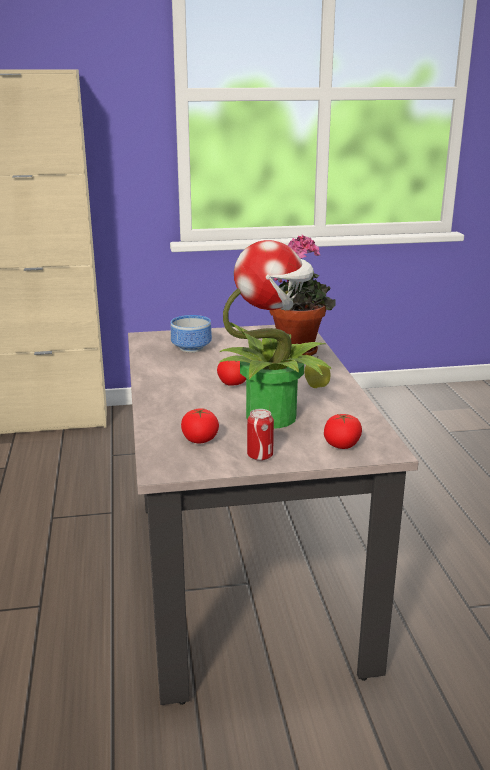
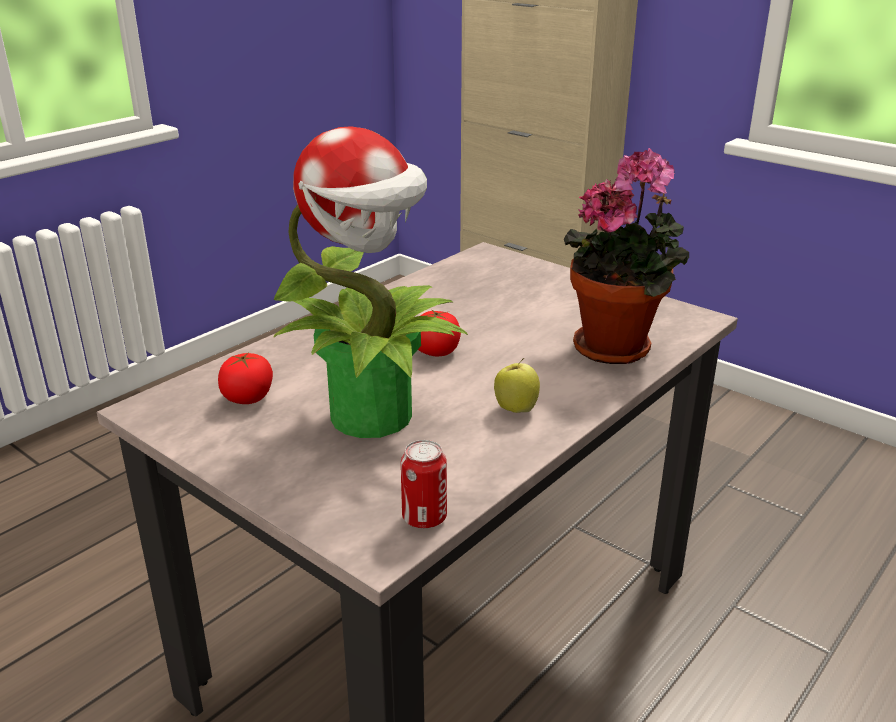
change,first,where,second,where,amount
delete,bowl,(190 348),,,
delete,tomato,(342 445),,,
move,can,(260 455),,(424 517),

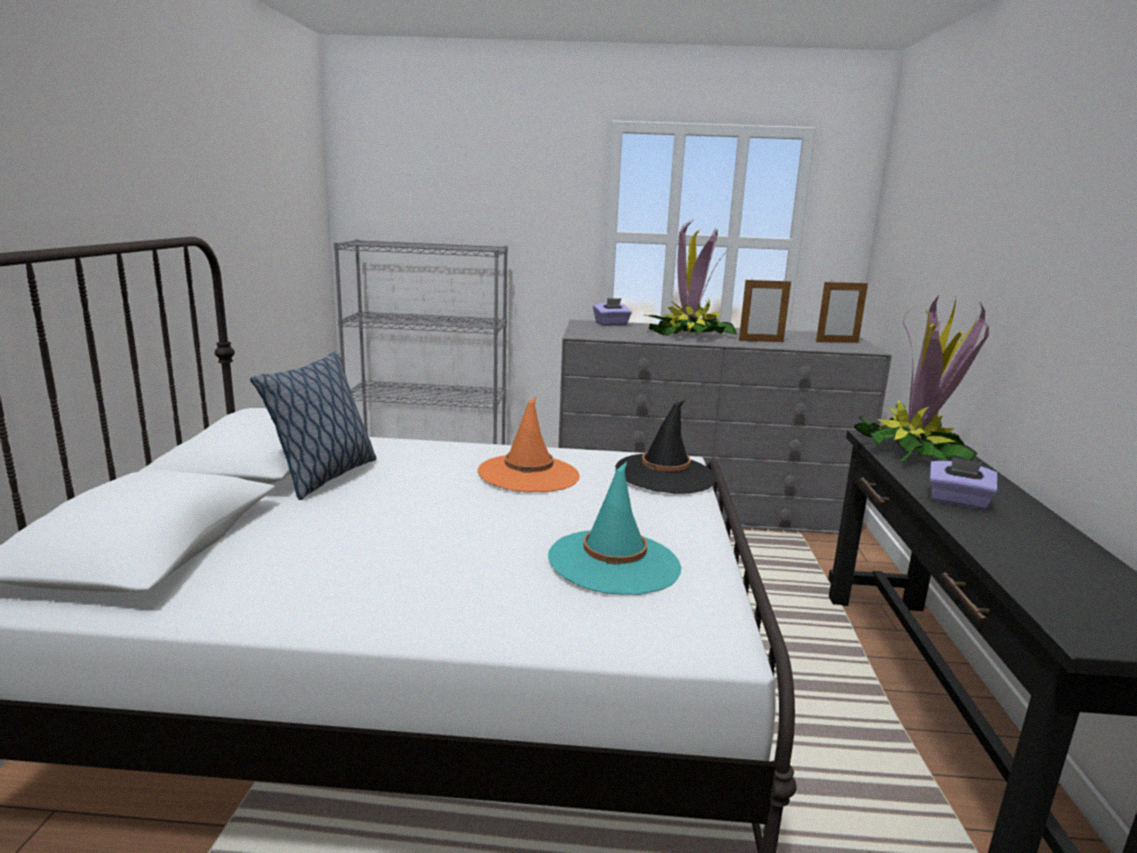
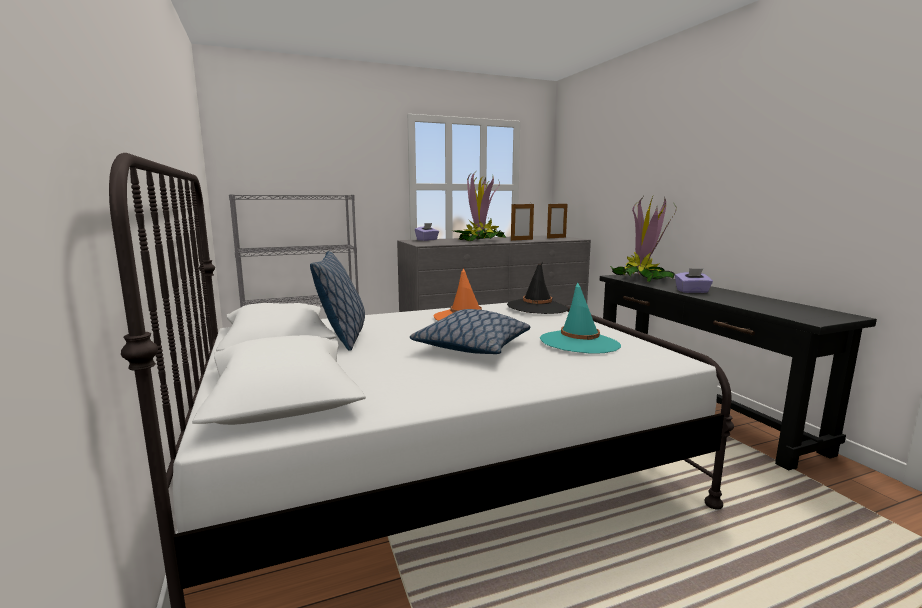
change,first,where,second,where,amount
insert,,,pillow,(473 347),

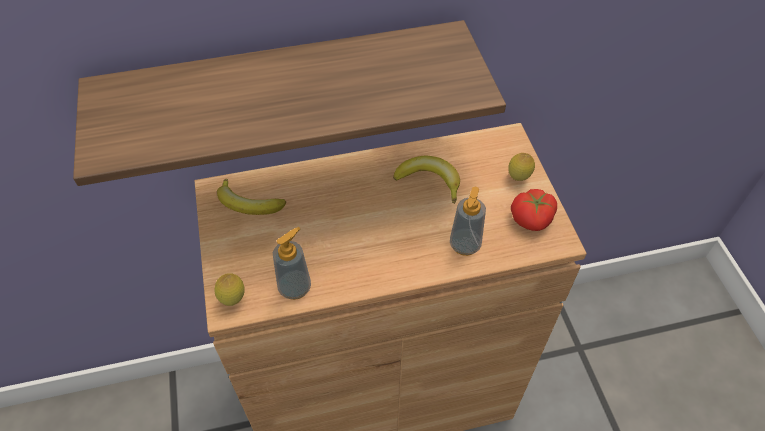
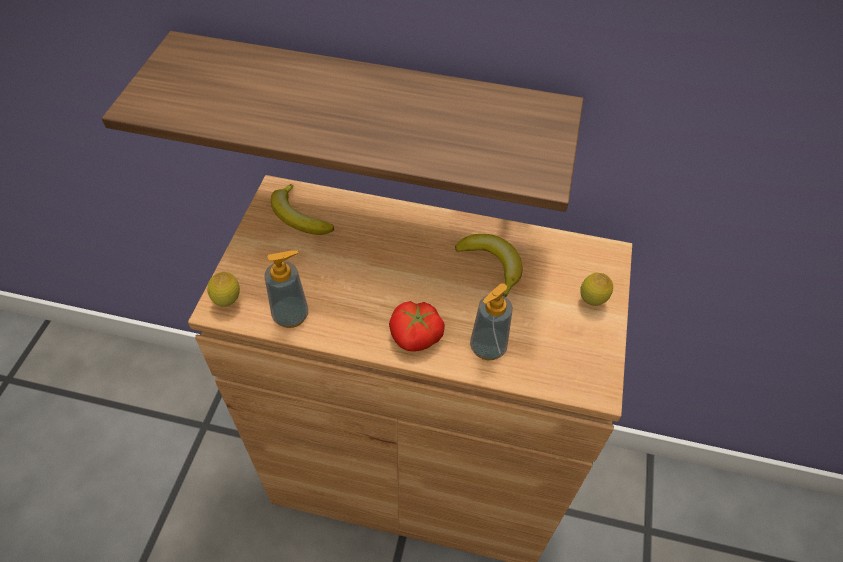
change,first,where,second,where,amount
move,tomato,(532 219),,(416 336),

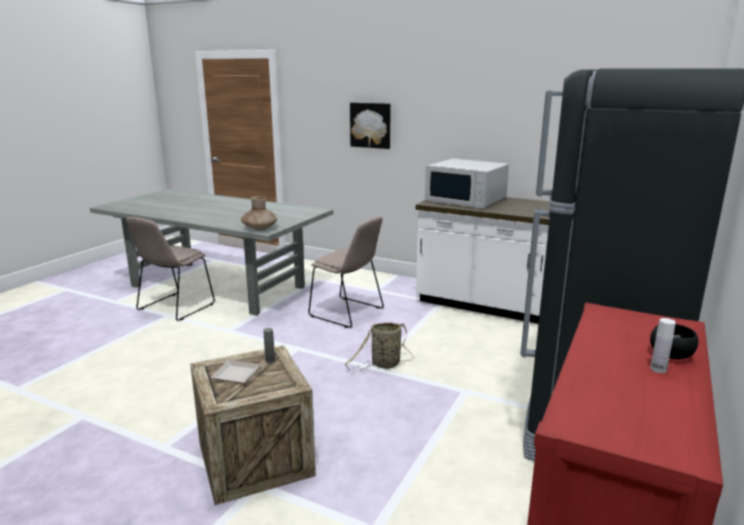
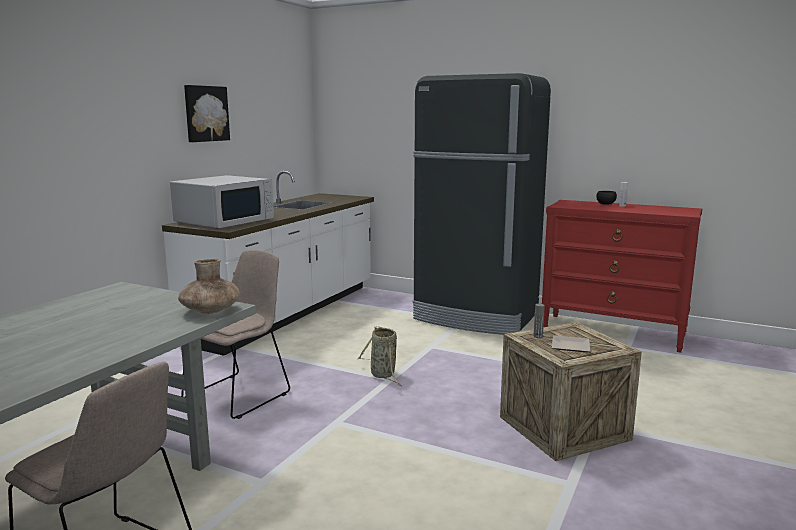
change,first,where,second,where,amount
move,picture,(371 125),,(205 113),

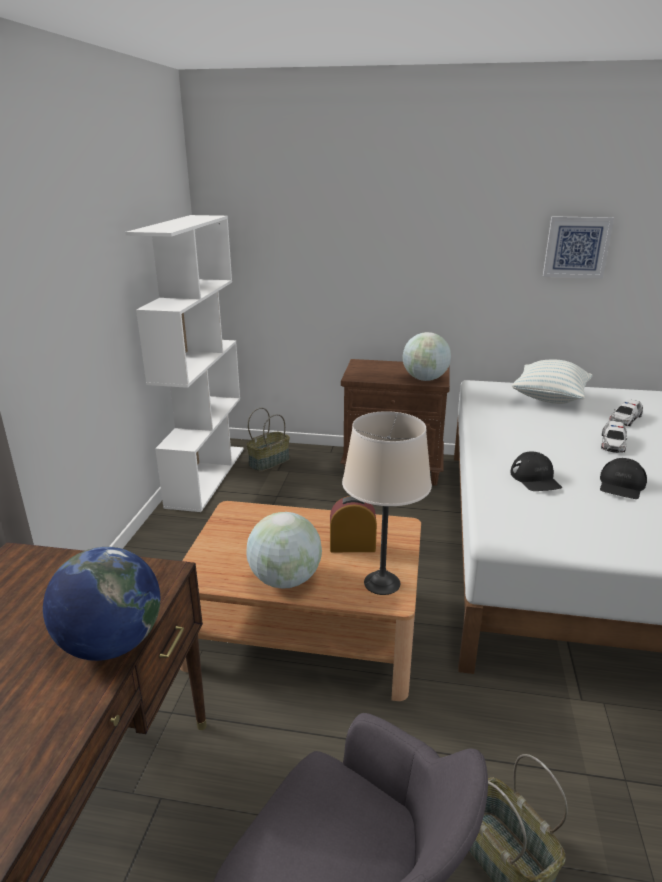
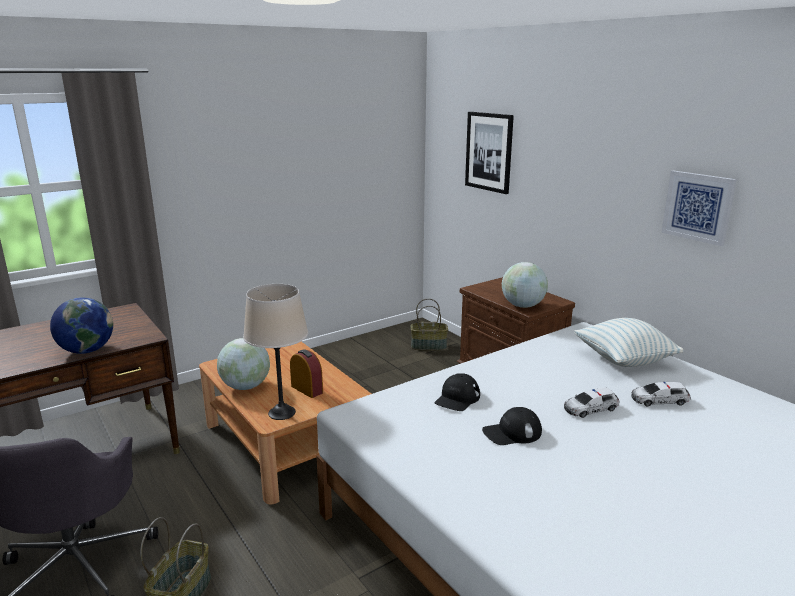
change,first,where,second,where,amount
delete,bookcase in white,(206 476),,,
insert,,,picture,(489 152),

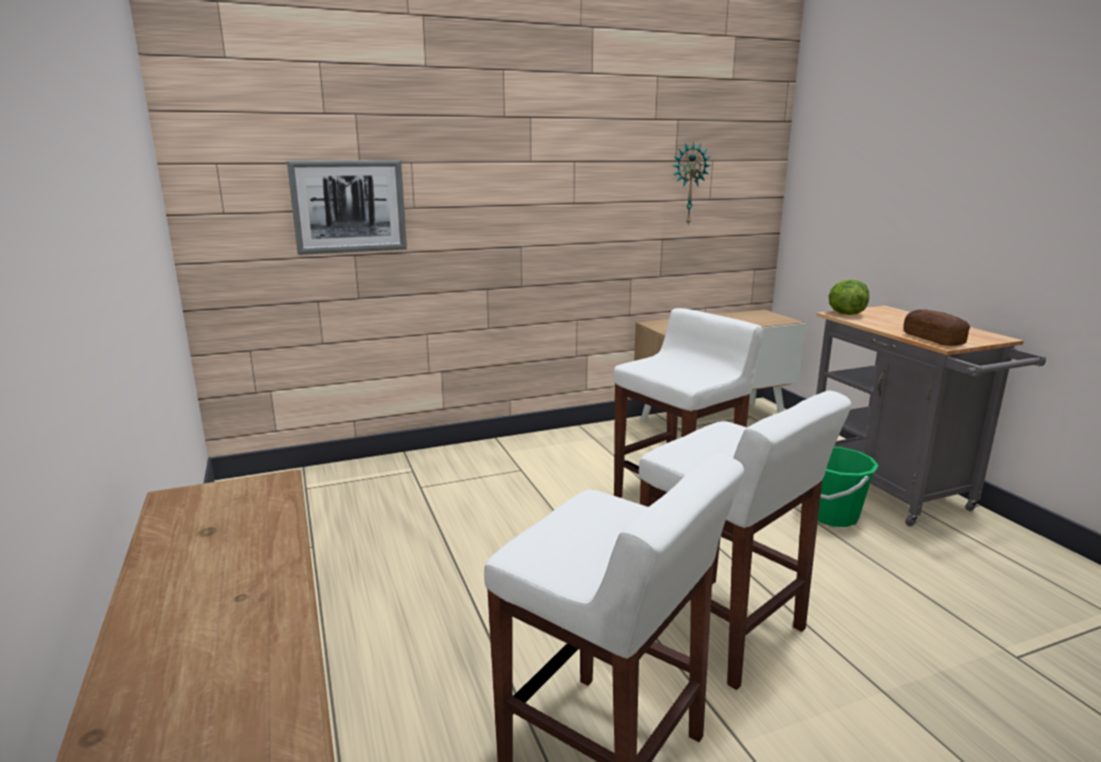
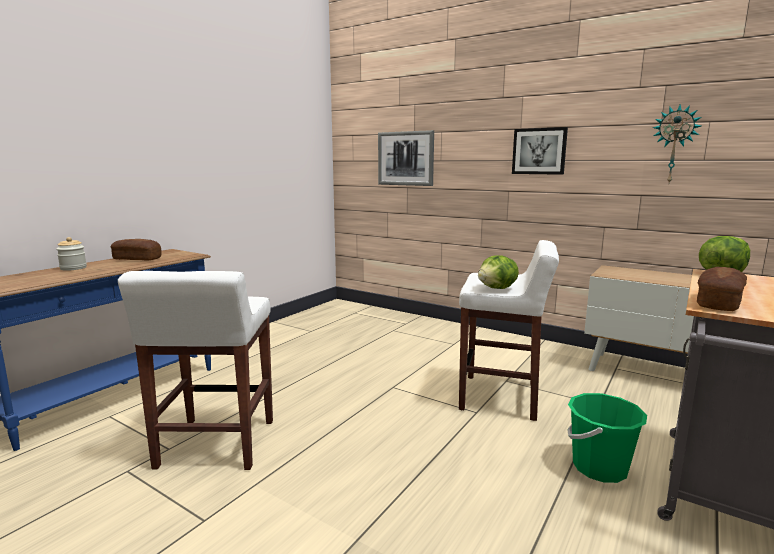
change,first,where,second,where,amount
delete,stool in white,(723 630),,,
insert,,,jar,(73 268),
insert,,,bread,(137 259),
insert,,,lettuce,(497 288),
insert,,,picture,(539 151),

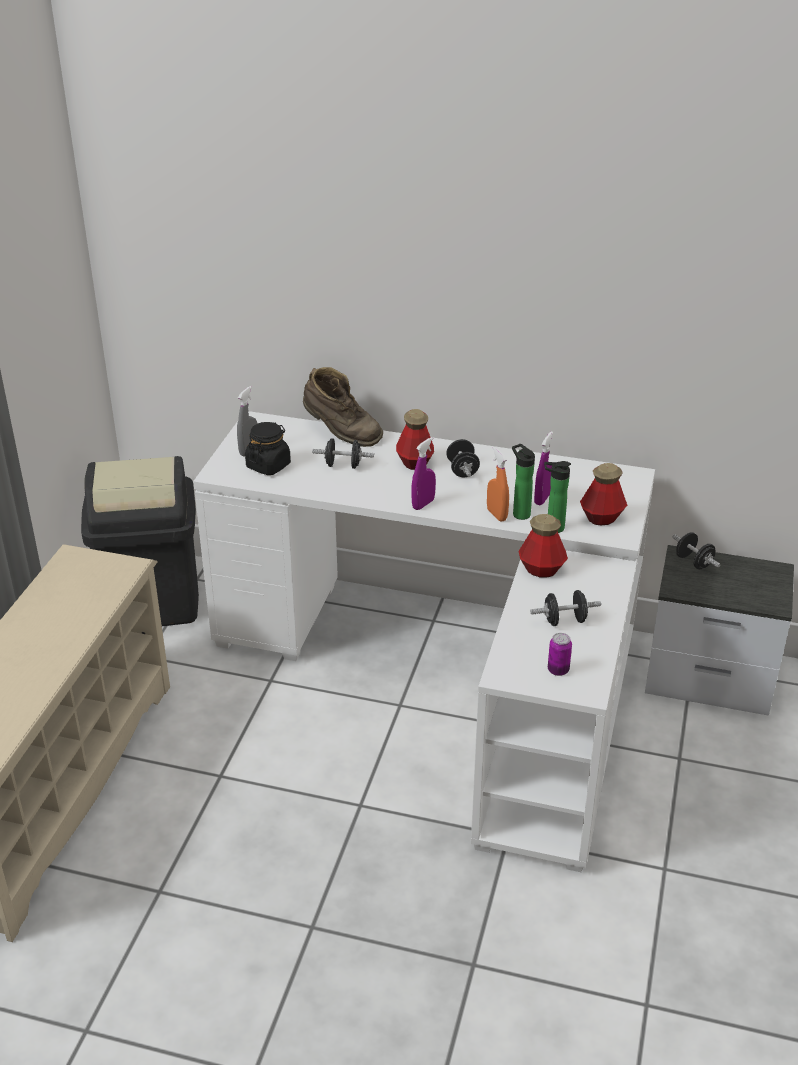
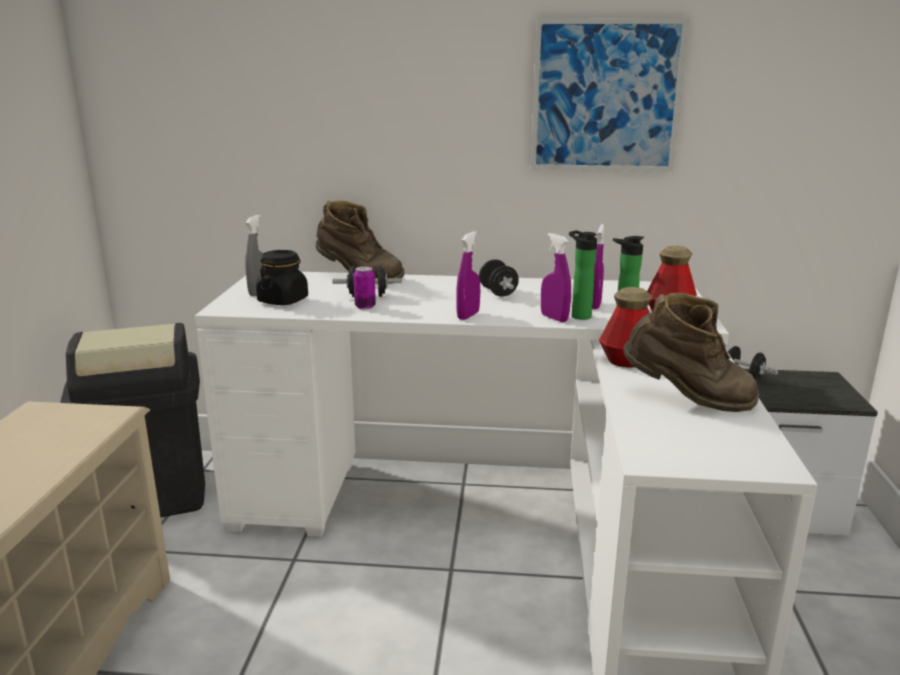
change,first,where,second,where,amount
delete,bottle,(414 462),,,
insert,,,picture,(606 96),
move,can,(558 670),,(365 307),
replace,dumbbell in black,(564 620),boot in brown,(687 401),
recolor,spray bottle in orange,(496 515),spray bottle in purple,(554 318),

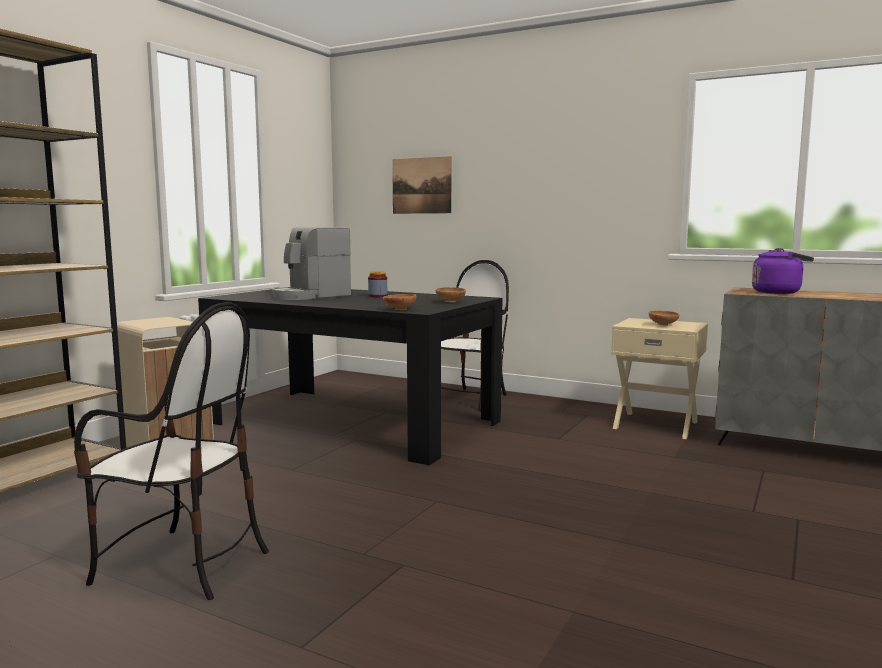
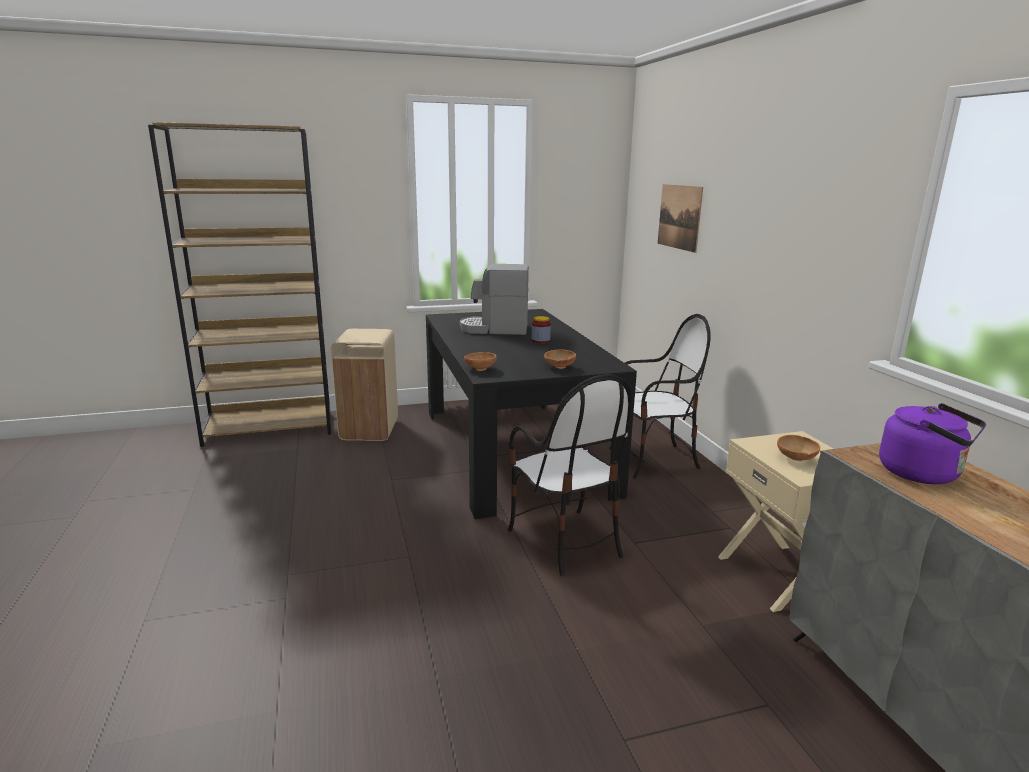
change,first,where,second,where,amount
move,chair,(181 565),,(565 541),

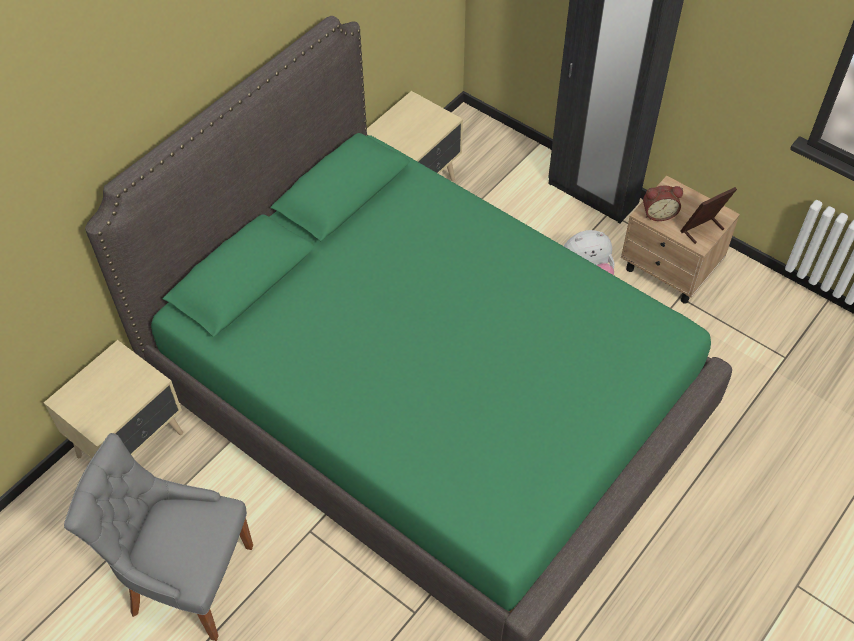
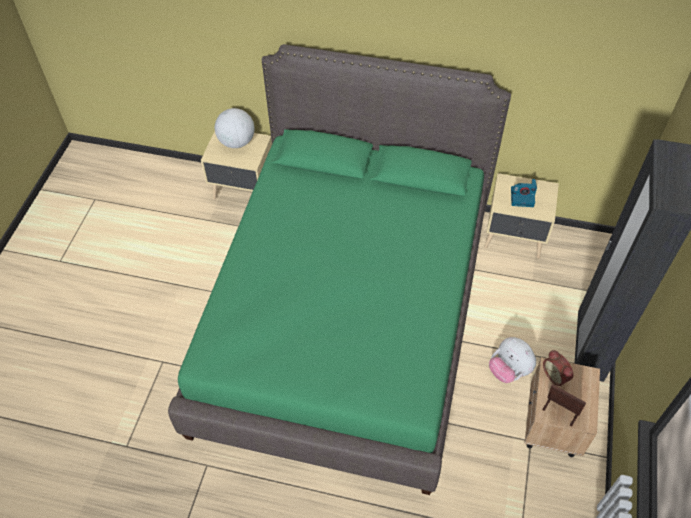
change,first,where,second,where,amount
delete,chair in grey,(187 579),,,
insert,,,globe,(237 142),
insert,,,photo camera,(522 197),

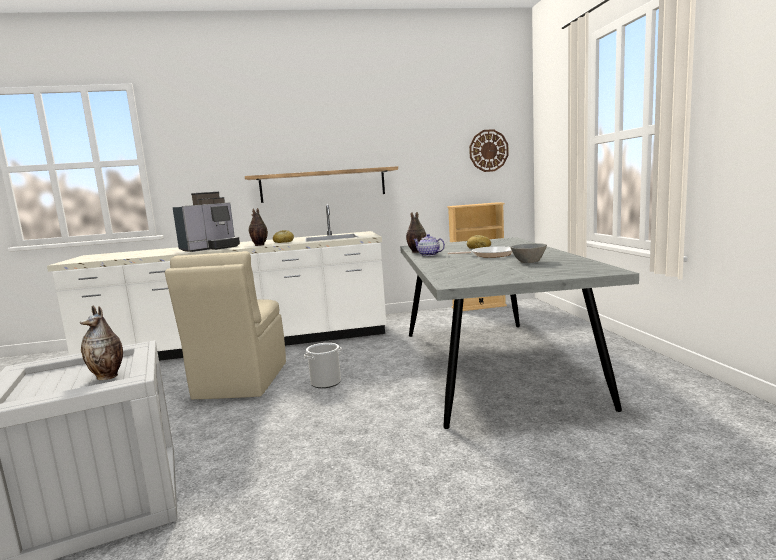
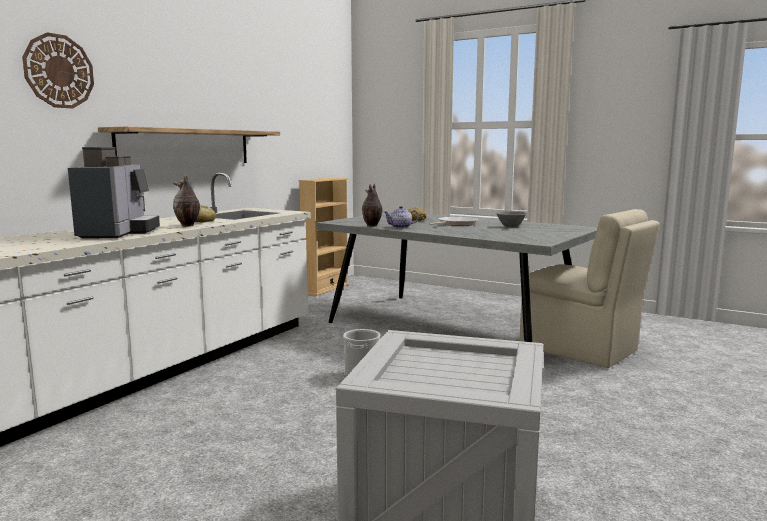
change,first,where,second,where,amount
delete,vase,(108 376),,,
move,chair in beige,(240 381),,(581 349),
move,wall clock,(488 150),,(59 71),

